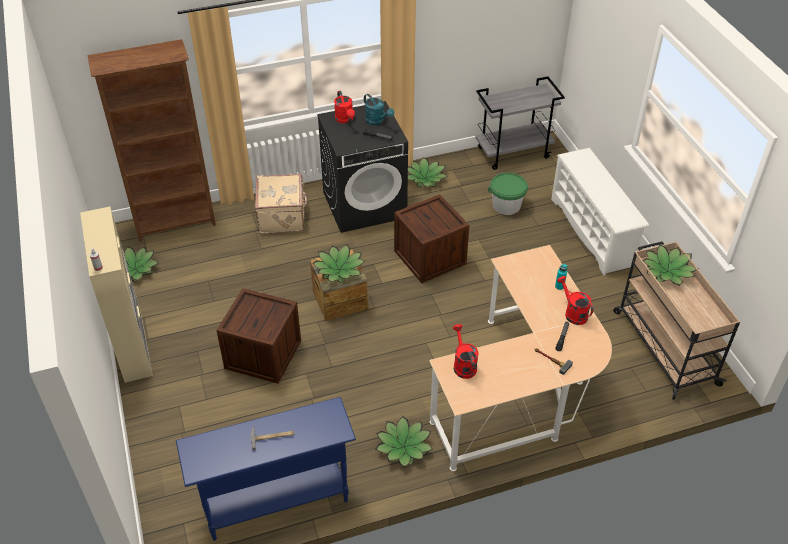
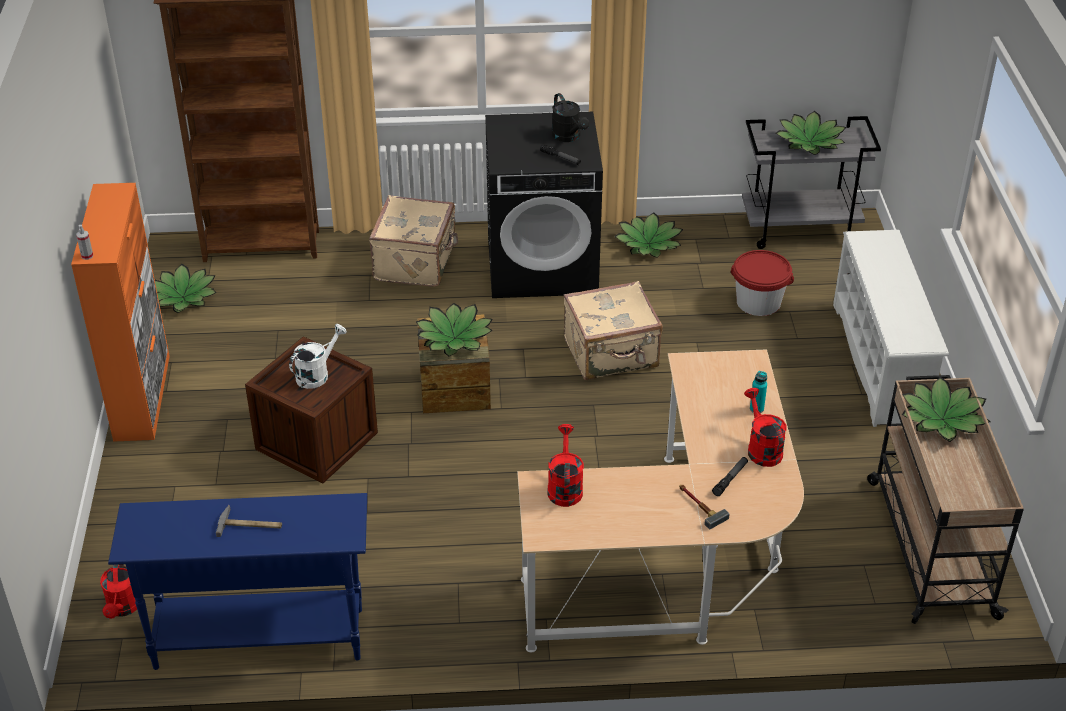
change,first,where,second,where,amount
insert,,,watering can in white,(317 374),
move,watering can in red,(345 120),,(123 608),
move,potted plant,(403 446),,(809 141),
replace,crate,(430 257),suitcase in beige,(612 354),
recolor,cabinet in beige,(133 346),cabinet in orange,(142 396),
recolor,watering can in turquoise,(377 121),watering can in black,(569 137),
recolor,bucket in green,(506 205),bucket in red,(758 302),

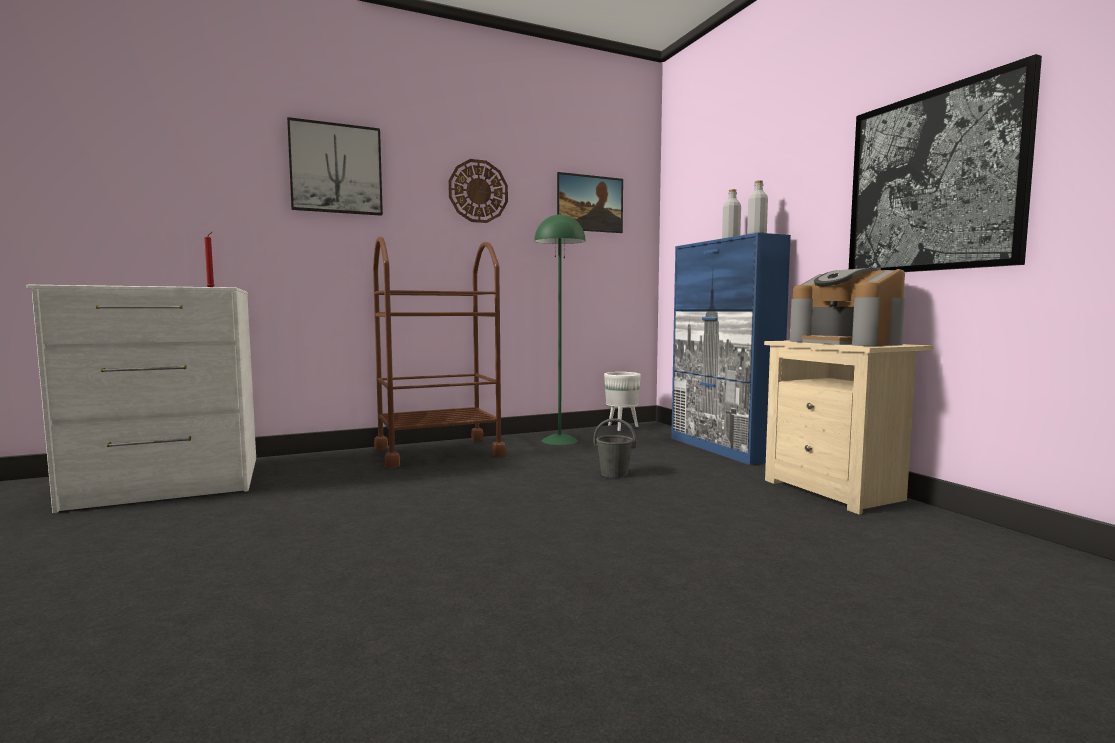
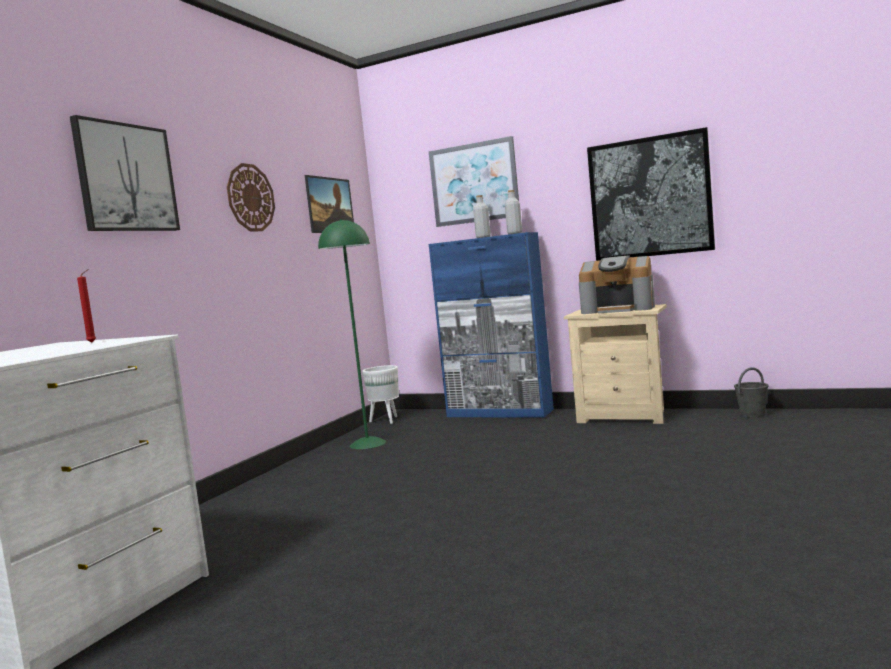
change,first,where,second,where,amount
delete,cart in brown,(438 451),,,
insert,,,picture,(474 183),
move,bucket in grey,(614 474),,(753 415),

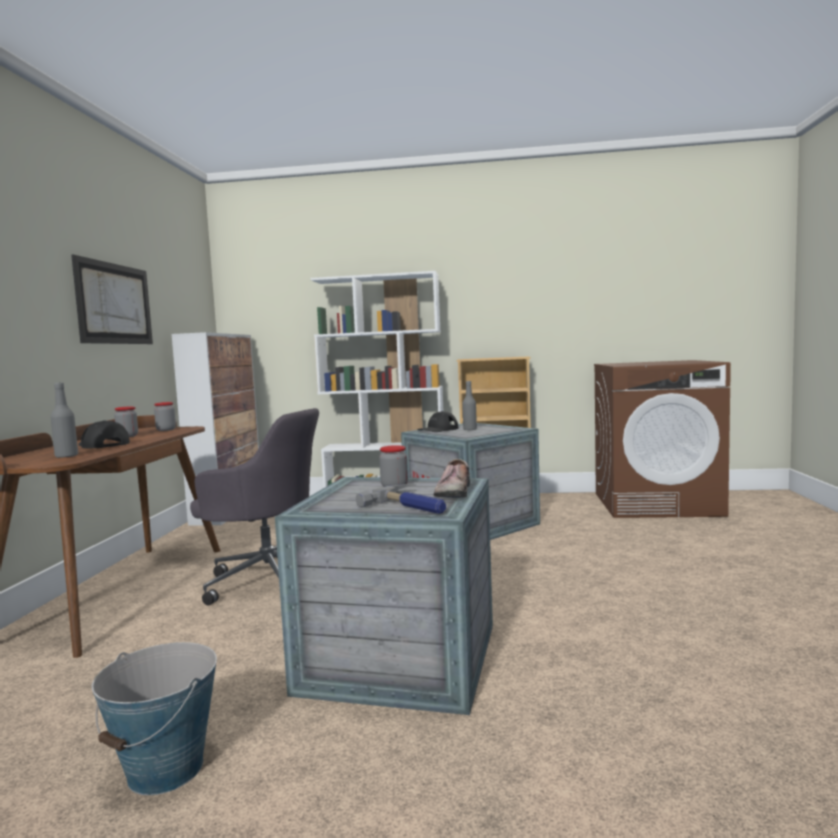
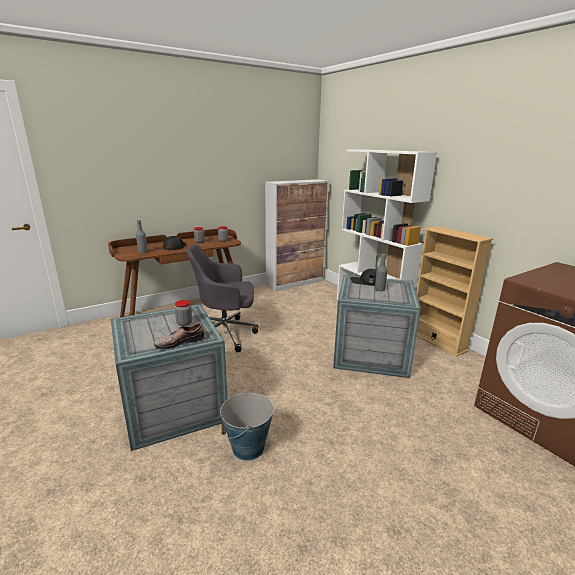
change,first,where,second,where,amount
delete,picture,(115 304),,,
delete,hammer,(412 506),,,
move,bucket,(166 769),,(248 448),
rotate,office chair in grey,(268 579),,(226 334),105 degrees clockwise

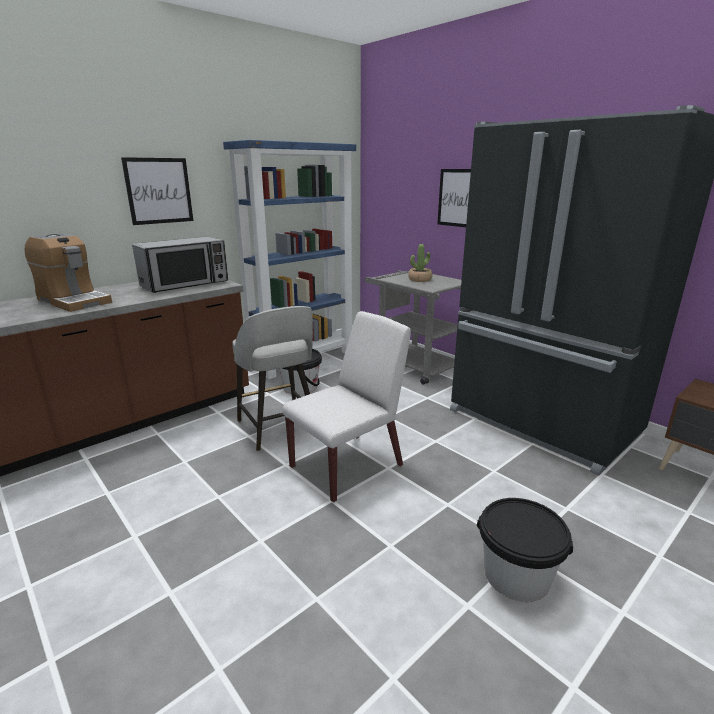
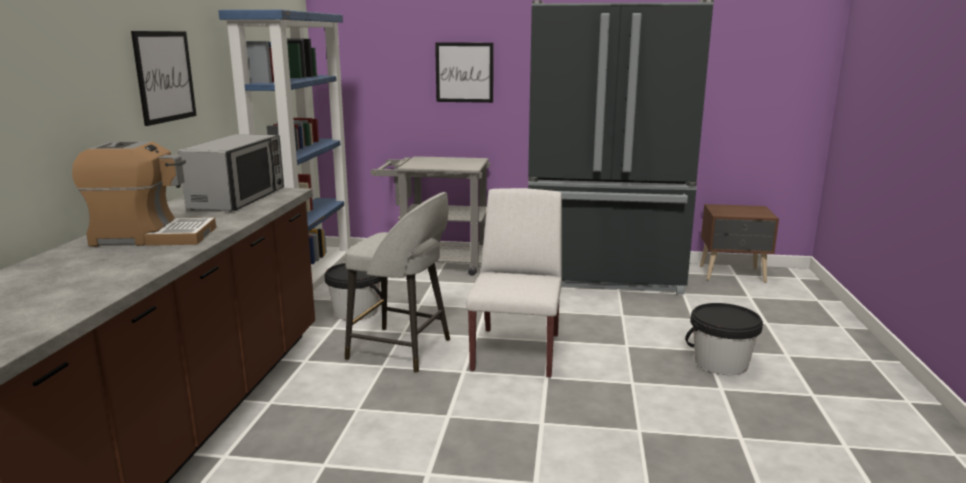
change,first,where,second,where,amount
delete,potted plant,(420 279),,,

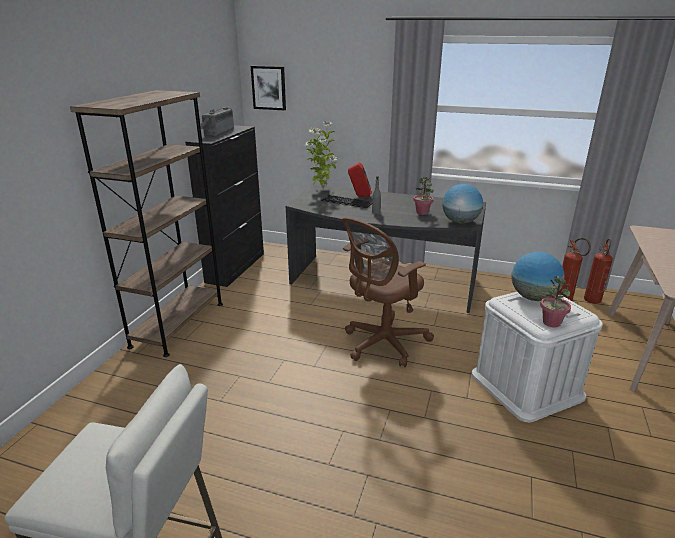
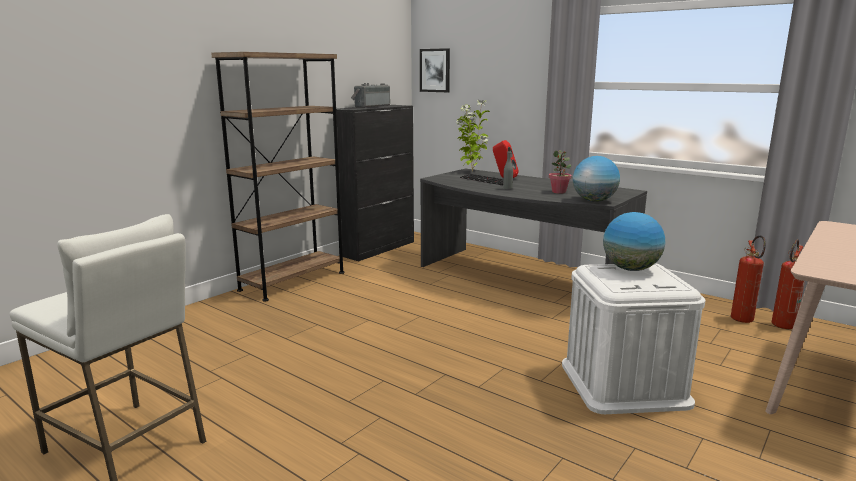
change,first,where,second,where,amount
delete,office chair in brown,(382 344),,,
delete,potted plant,(551 323),,,

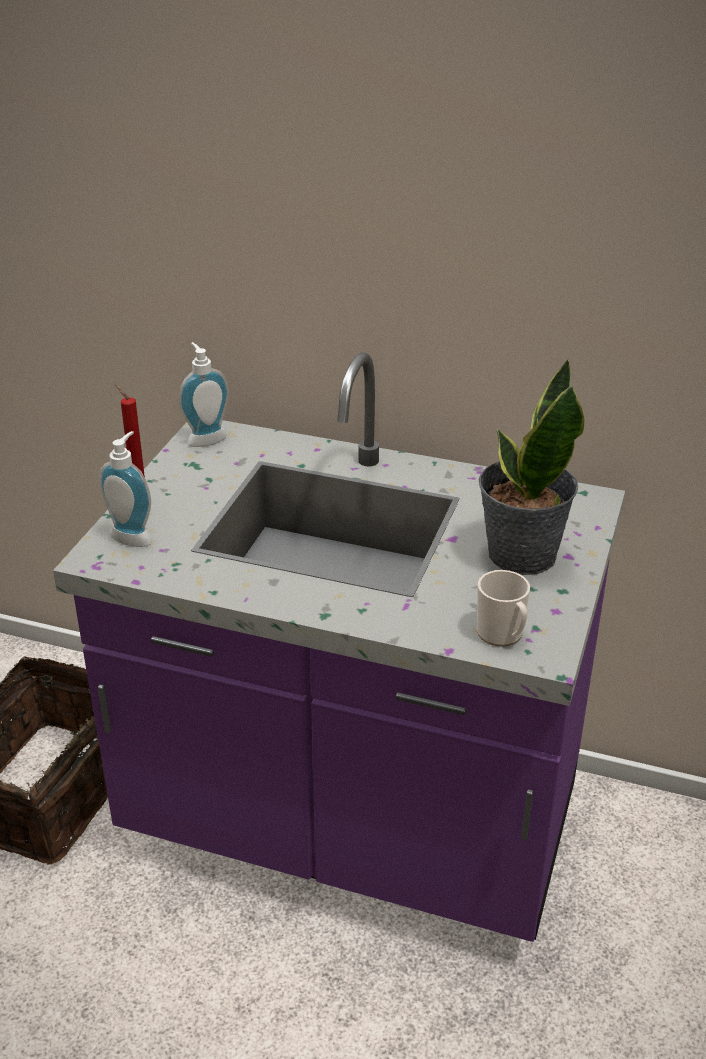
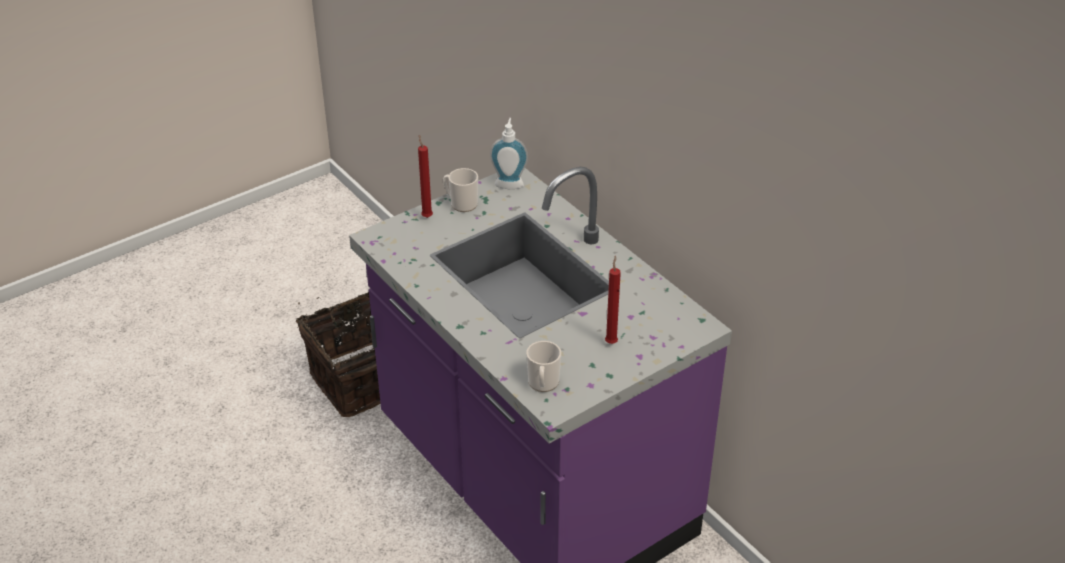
change,first,where,second,where,amount
delete,soap dispenser,(134 536),,,
insert,,,mug,(461 203),
replace,potted plant,(520 554),candle in red,(611 342),

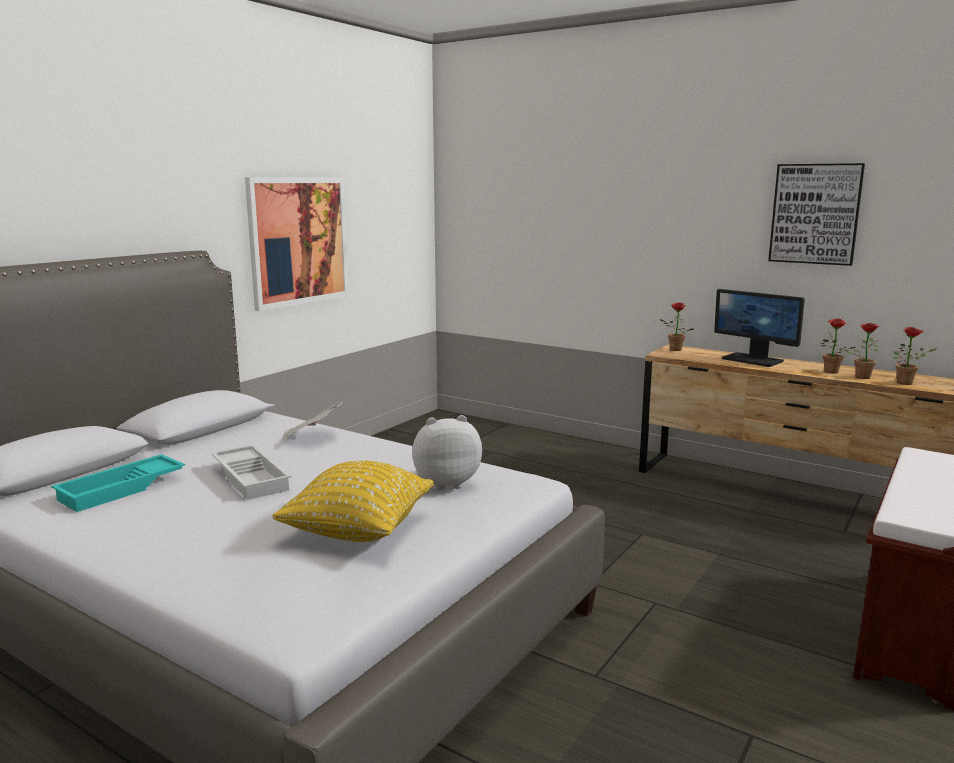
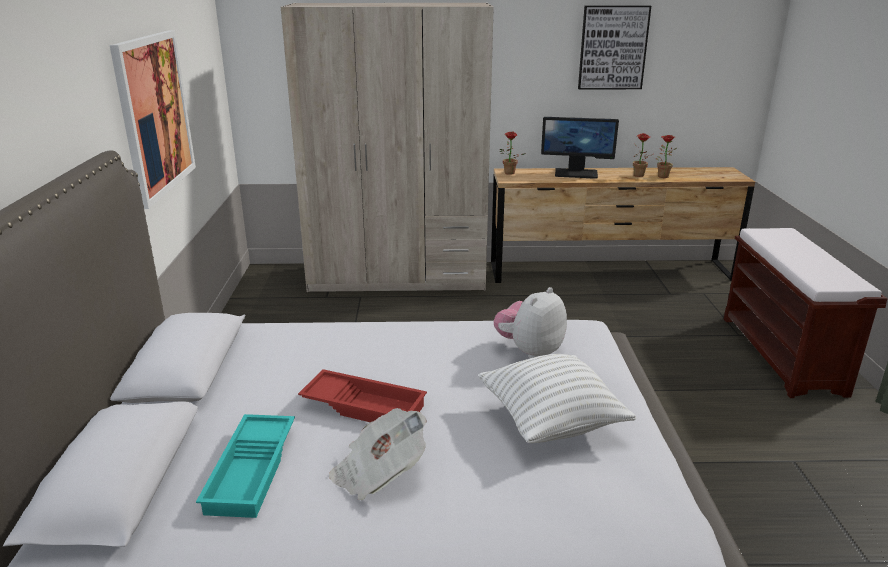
change,first,where,second,where,amount
delete,potted plant,(908 383),,,
insert,,,wardrobe in beige,(398 278),
move,newspaper,(311 437),,(378 473),
recolor,tray in white,(252 478),tray in red,(365 405),
recolor,pillow in yellow,(358 531),pillow in white,(551 423),

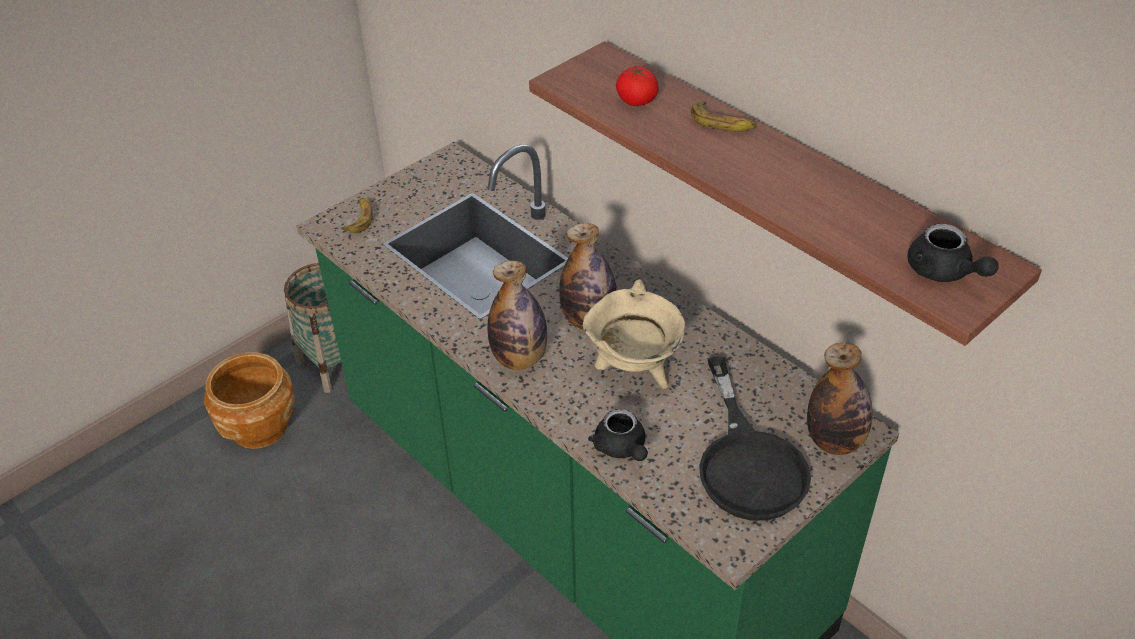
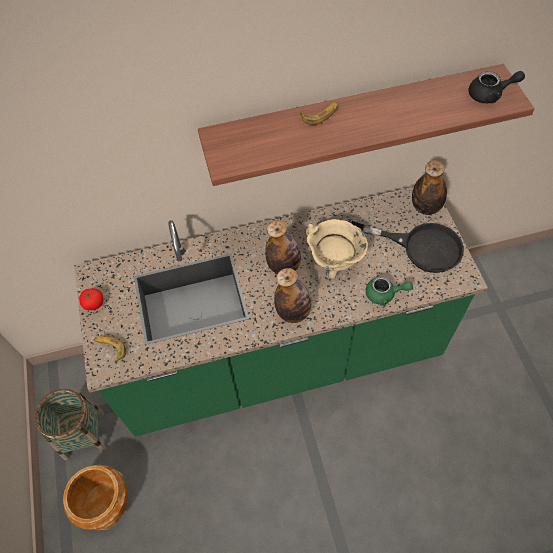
change,first,where,second,where,amount
move,tomato,(637 101),,(94 303),
recolor,teapot in black,(621 448),teapot in green,(384 294),

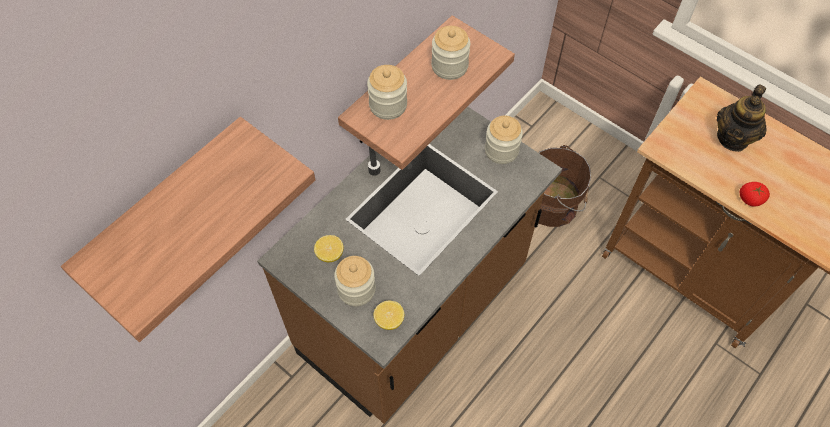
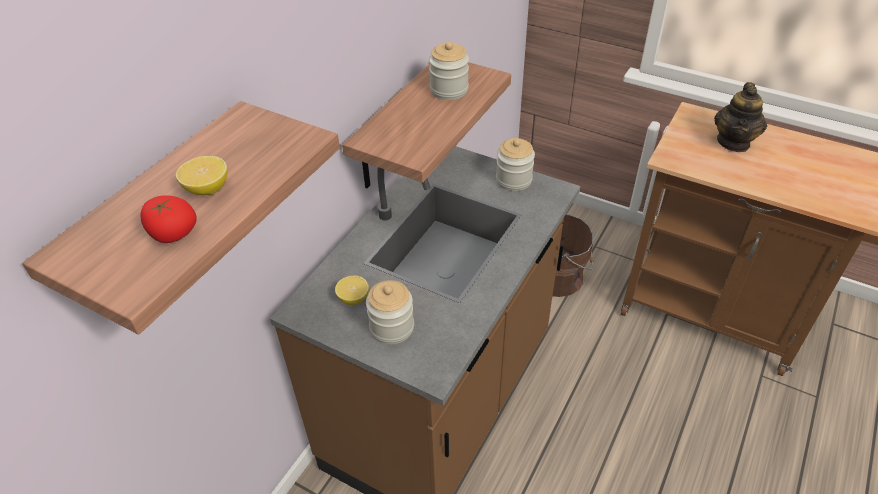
change,first,where,second,where,amount
delete,jar,(388 105),,,
move,lemon,(389 320),,(207 189),
move,tomato,(750 199),,(173 234),

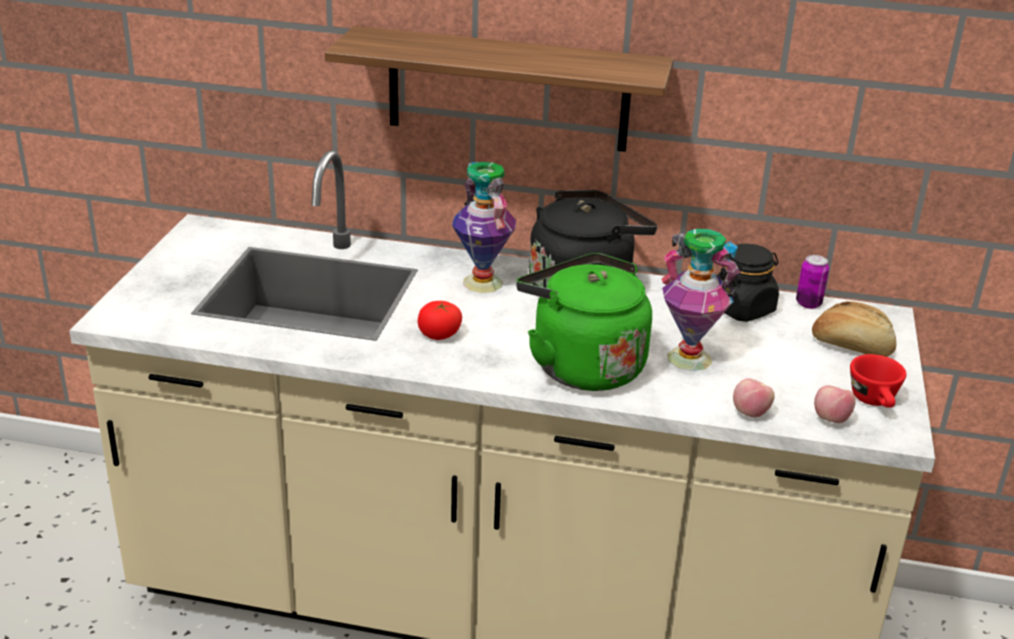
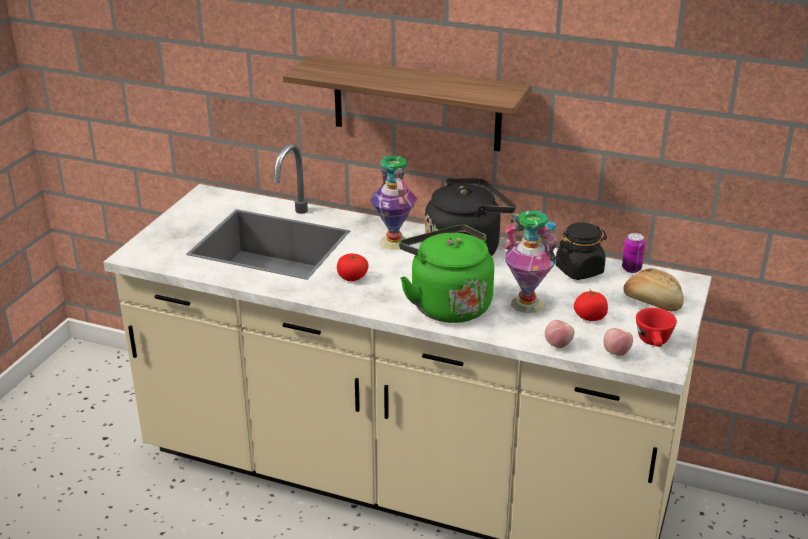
change,first,where,second,where,amount
insert,,,tomato,(590 317),

